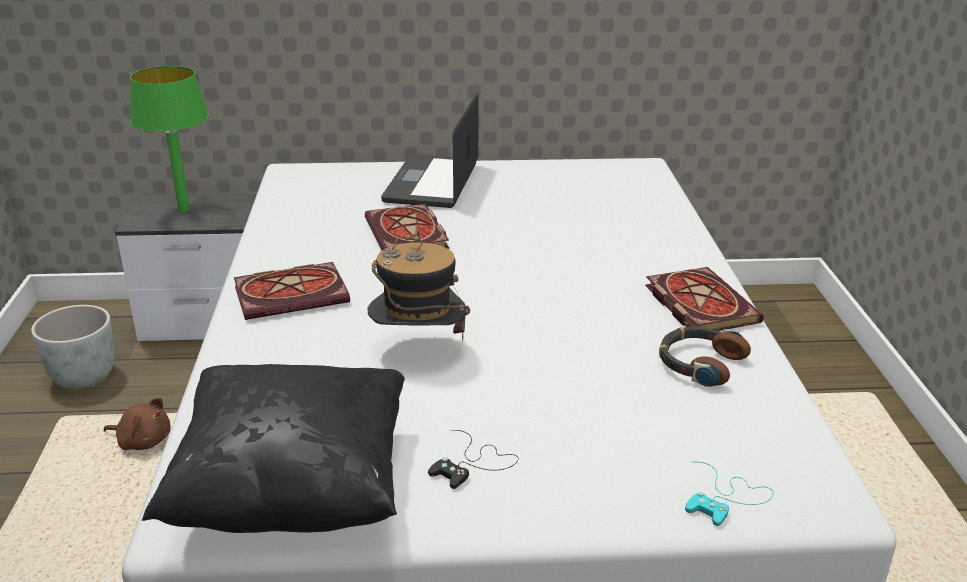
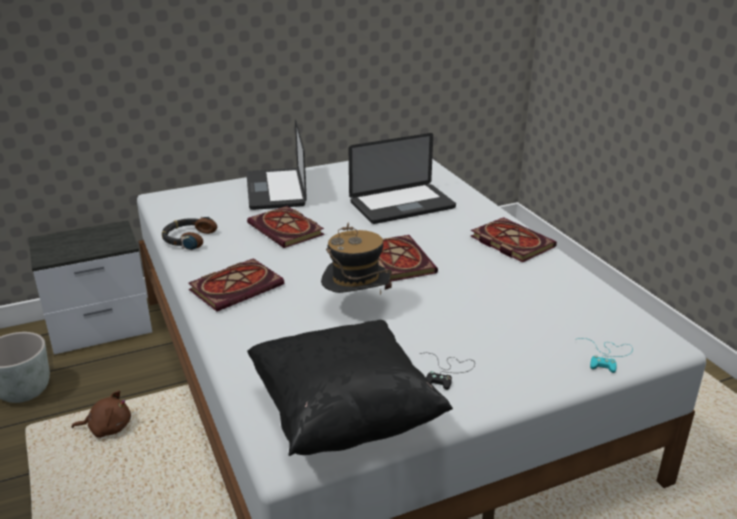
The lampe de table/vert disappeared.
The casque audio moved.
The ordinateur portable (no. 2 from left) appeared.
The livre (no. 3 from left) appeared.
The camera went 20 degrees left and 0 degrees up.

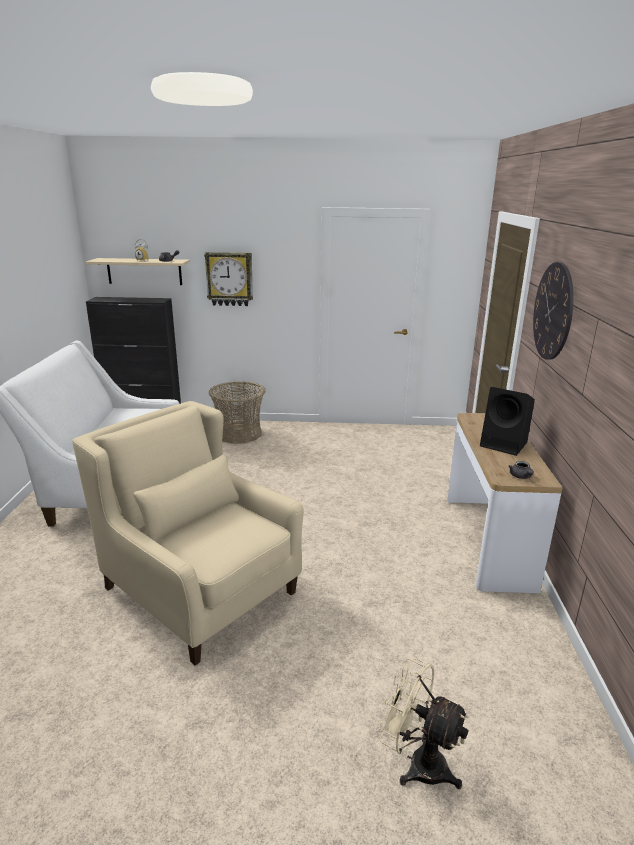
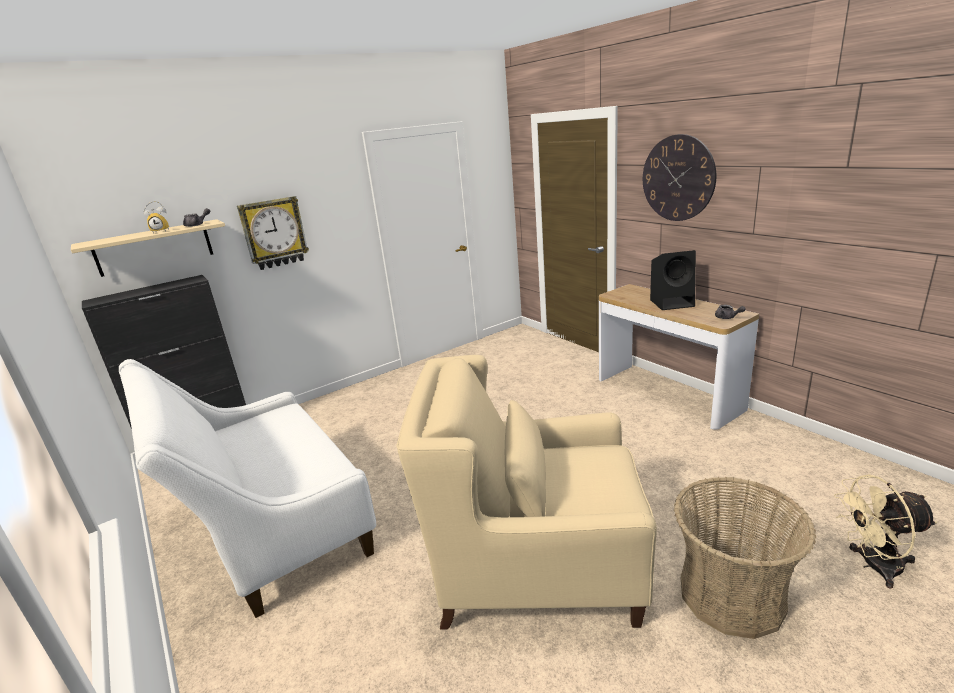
The panier moved.
The camera went 35 degrees left and 0 degrees up.

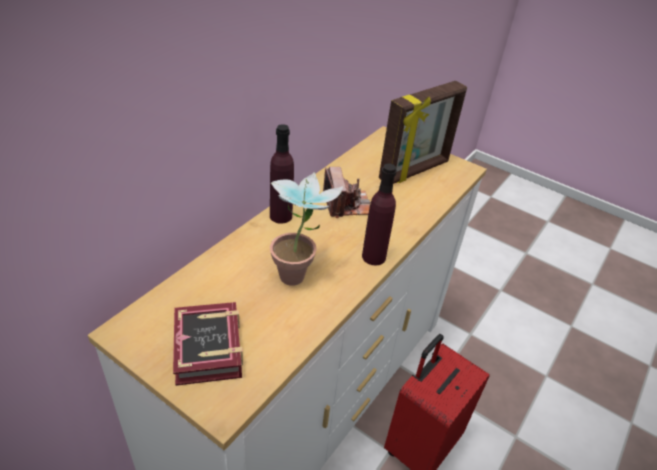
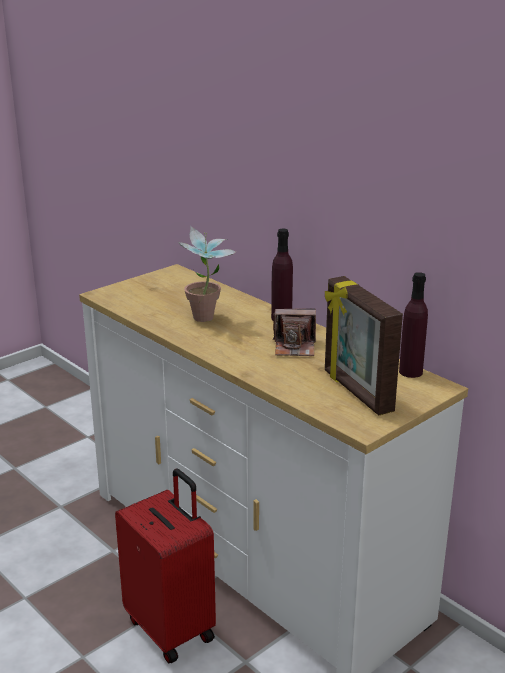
The bouteille/violet (no. 2 from left) moved.
The livre disappeared.
The camera went 105 degrees right and 15 degrees down.

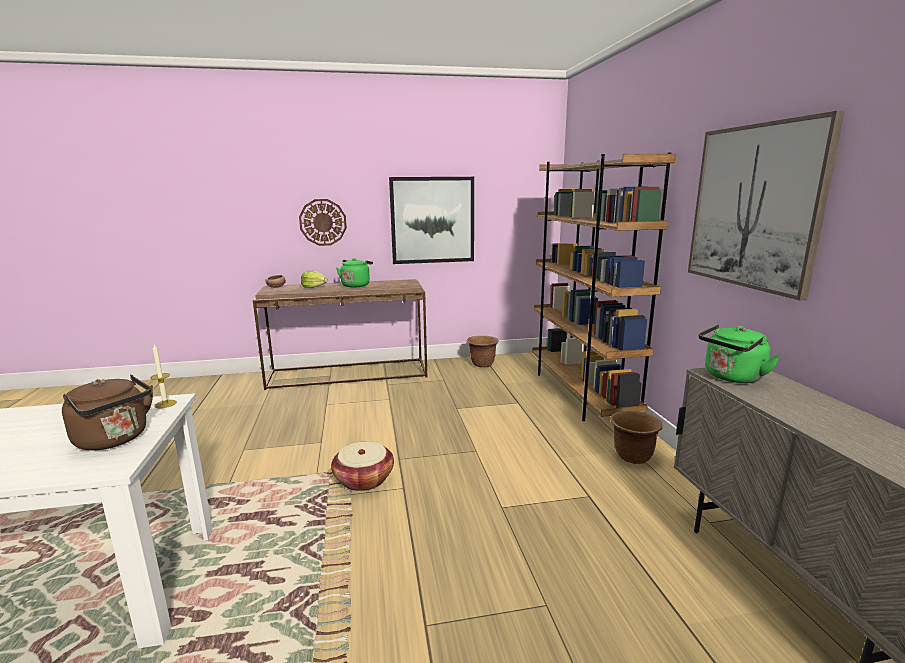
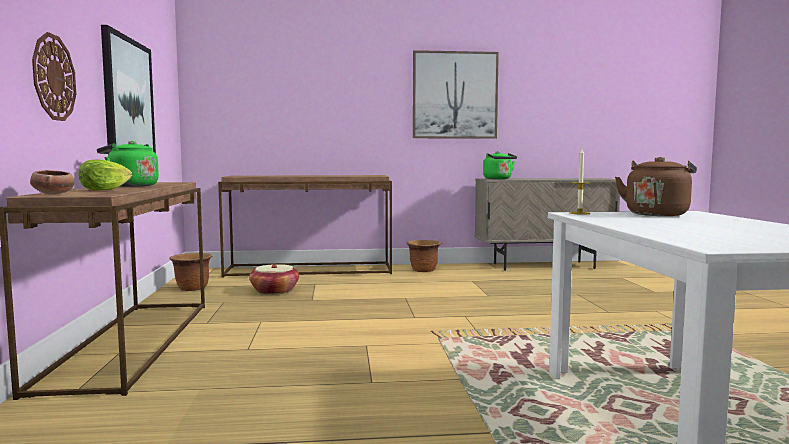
The bibliothèque/marron was replaced by the table console/marron (no. 2 from left).
The panier moved.
The camera went 85 degrees left and 10 degrees down.

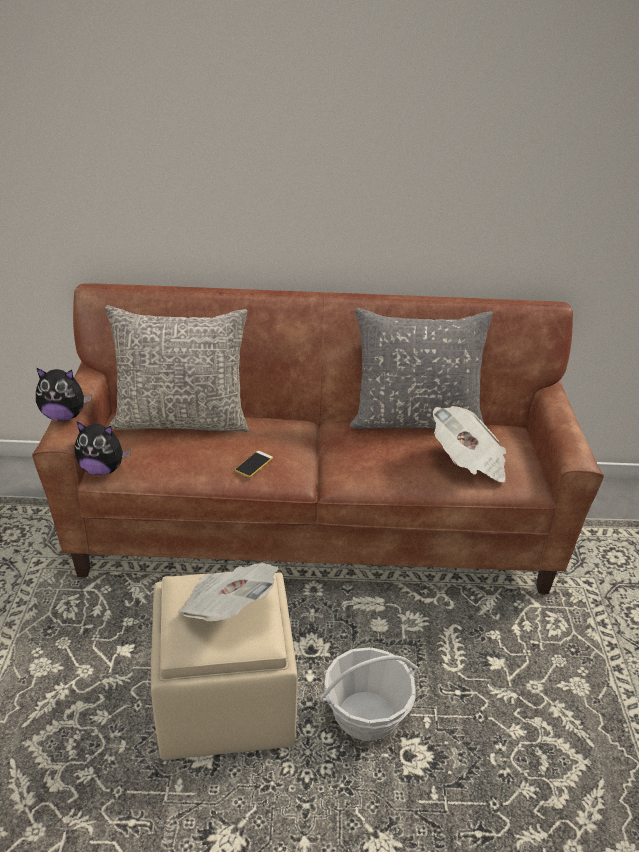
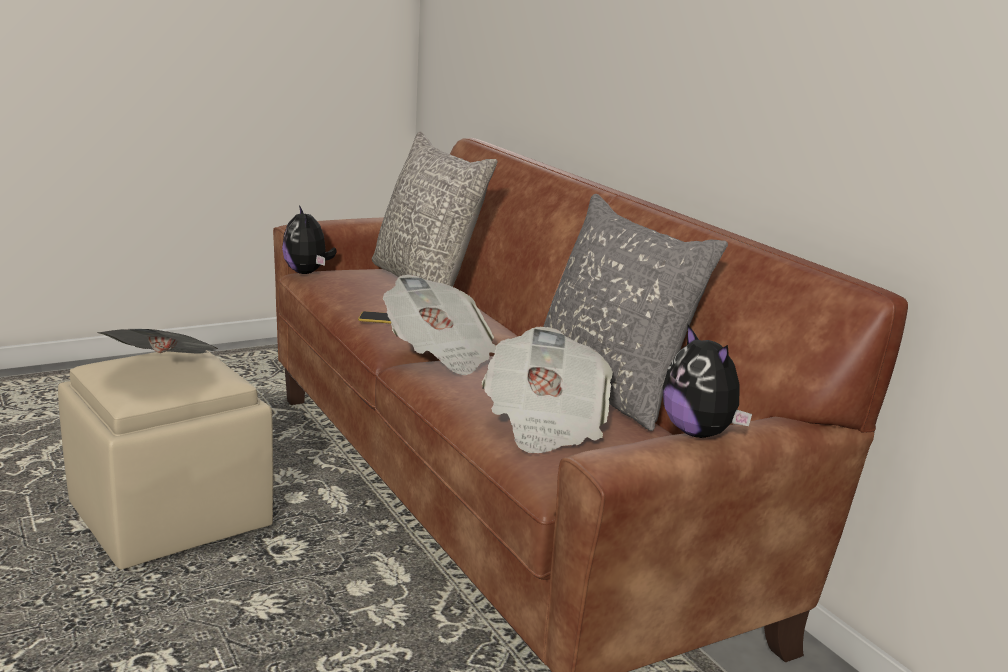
The peluche (no. 1 from left in the first image) moved.
The panier disappeared.
The journal (no. 2 from left) appeared.
The camera went 60 degrees right and 15 degrees down.

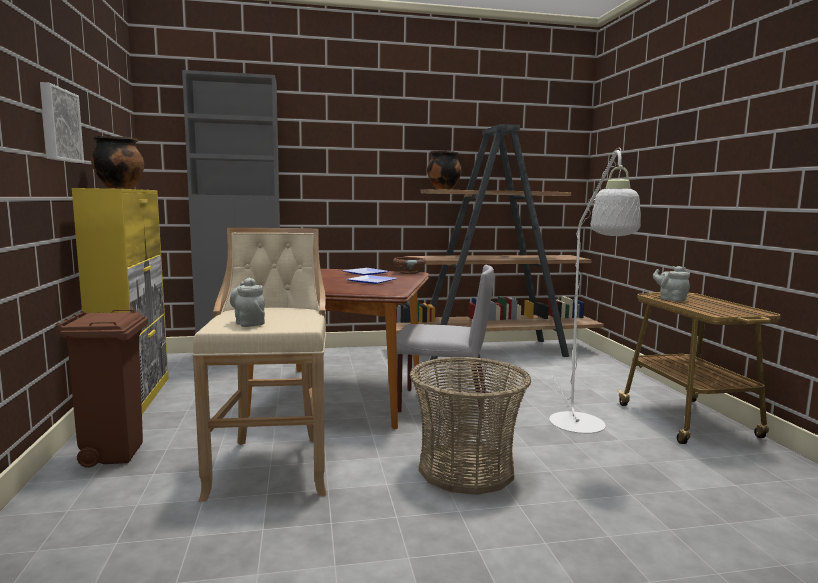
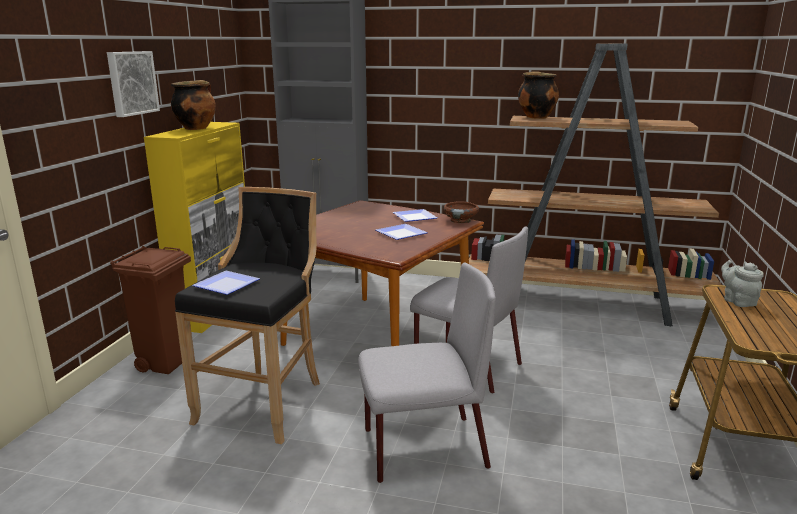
The lampadaire/blanc disappeared.
The tabouret/beige became the tabouret/noir.
The théière/gris (no. 1 from left) was replaced by the assiette (no. 1 from left).
The panier was replaced by the chaise/gris (no. 1 from left).
The camera went 25 degrees right and 10 degrees up.

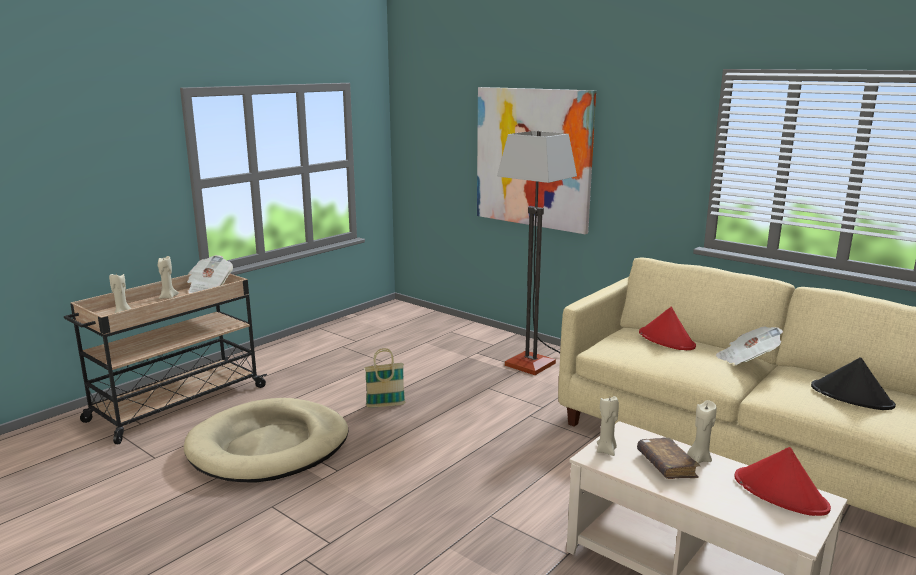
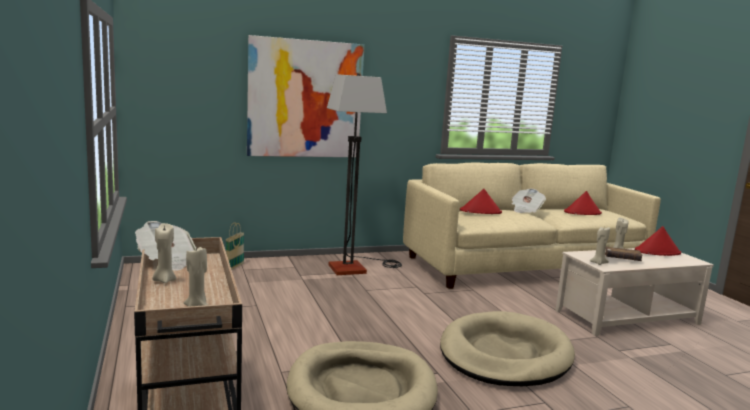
The panier moved.
The chapeau/noir became the chapeau/rouge (no. 2 from left).
The panier pour chien/beige (no. 2 from left) appeared.
The camera went 60 degrees left and 5 degrees down.

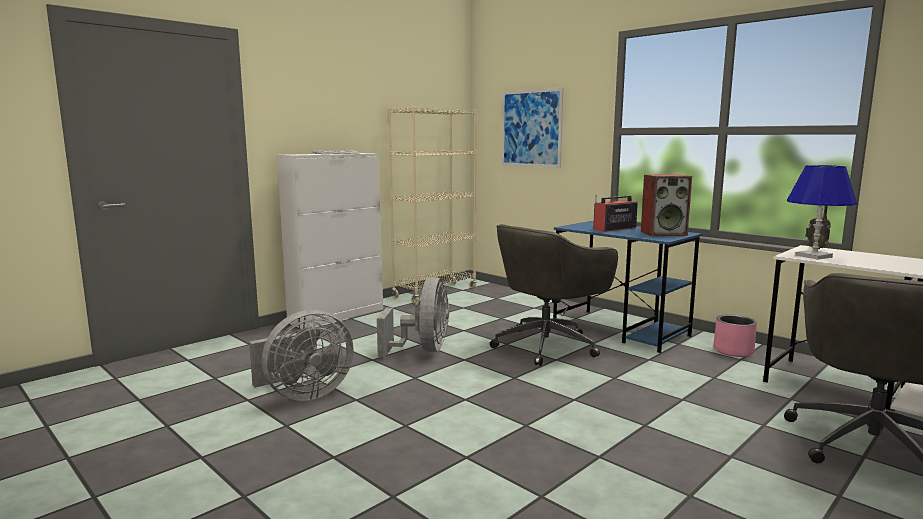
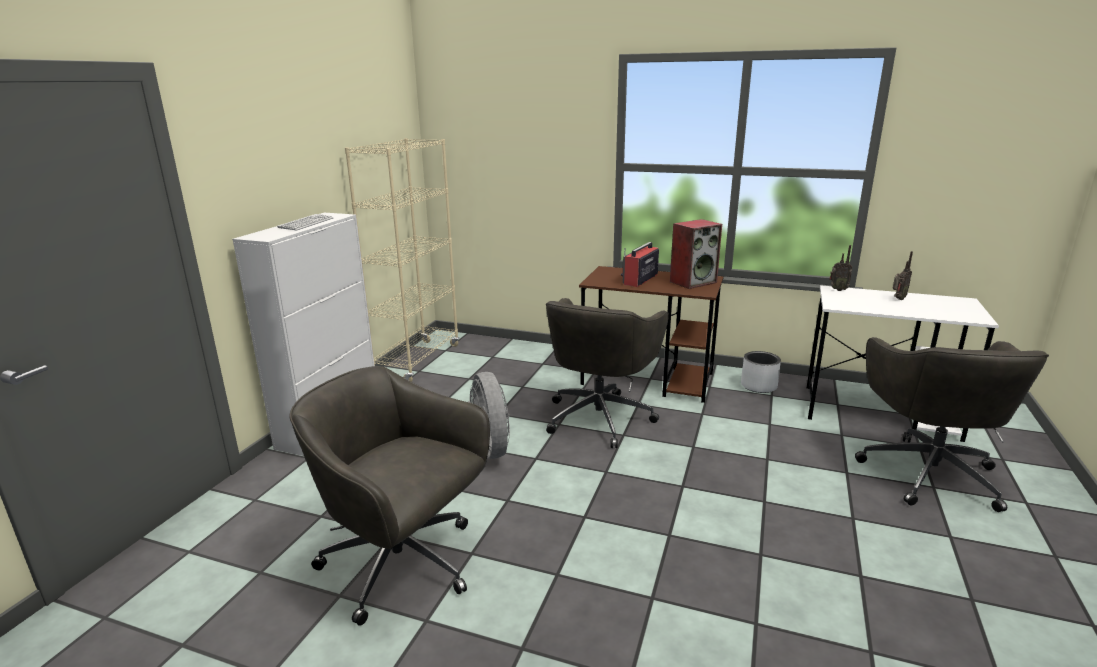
The tableau disappeared.
The lampe de table/bleu disappeared.
The bureau/bleu became the bureau/marron.
The ventilateur/gris (no. 1 from left) was replaced by the chaise de bureau/gris (no. 1 from left).
The cache-pot/rose became the cache-pot/gris.
The radio (no. 3 from left) appeared.
The camera went 25 degrees left and 10 degrees up.

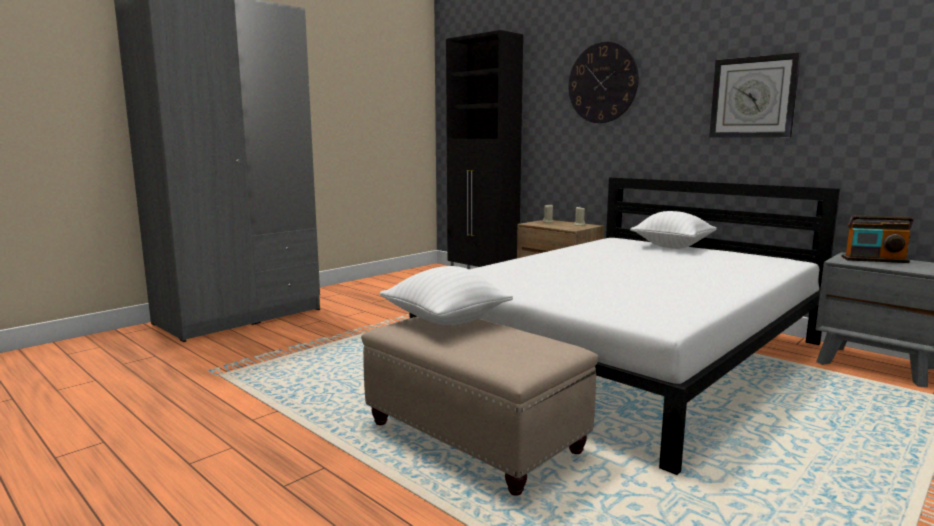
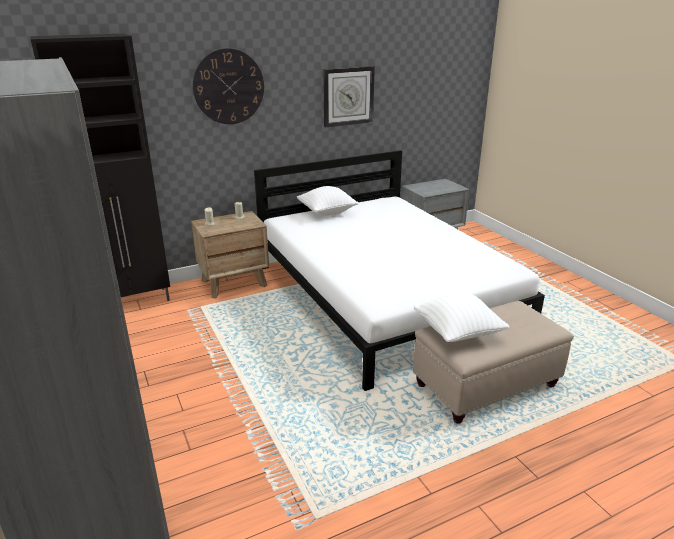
The radio disappeared.
The camera went 70 degrees left and 15 degrees up.

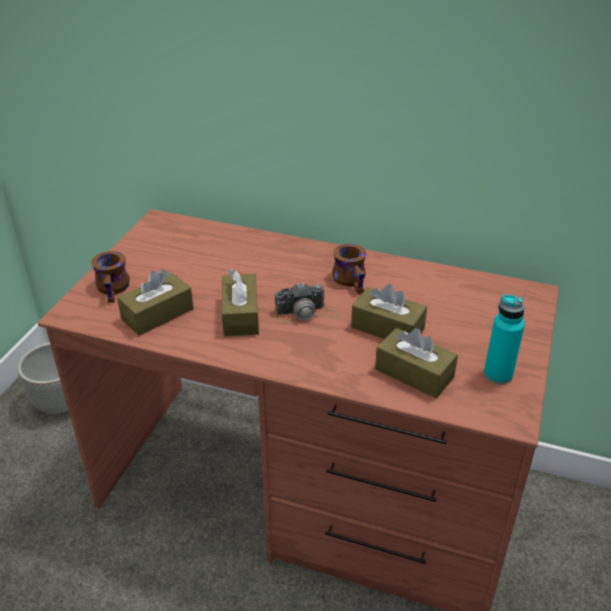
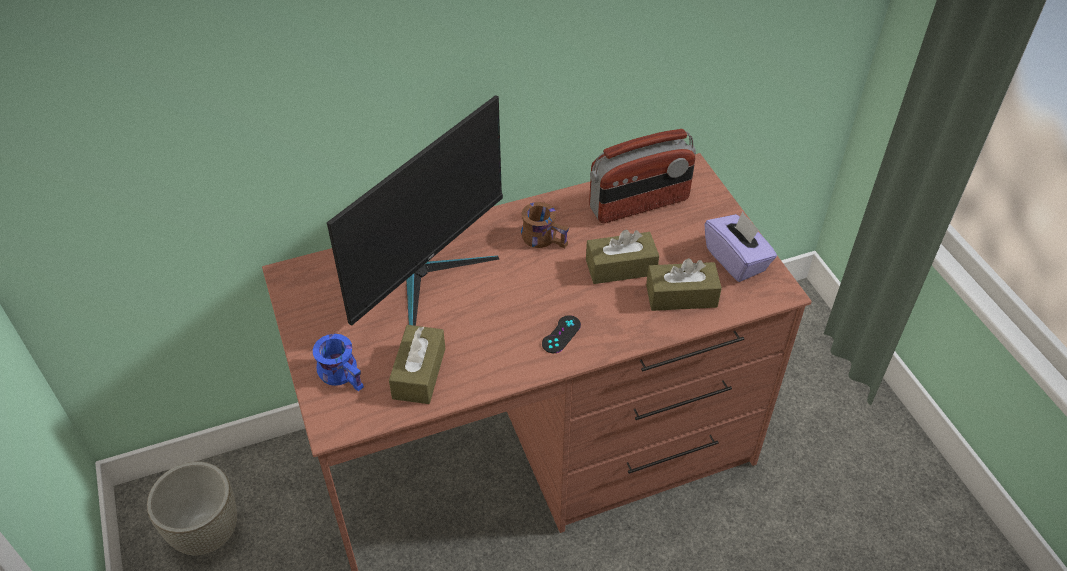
The mug/marron (no. 1 from left) became the mug/bleu.
The boîte à mouchoirs/marron (no. 2 from left) disappeared.
The appareil photo disappeared.
The bouteille/turquoise was replaced by the boîte à mouchoirs/violet.
The écran d'ordinateur appeared.
The radio appeared.
The manette/noir appeared.
The camera went 40 degrees left and 10 degrees up.

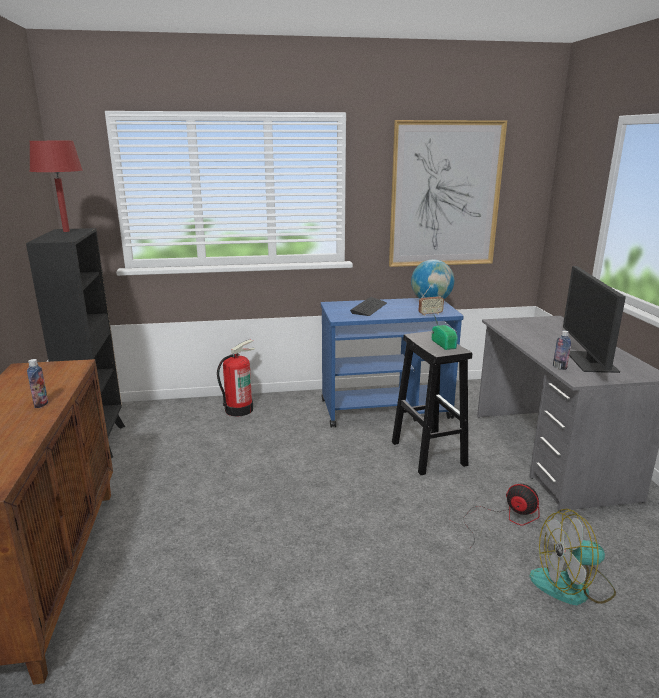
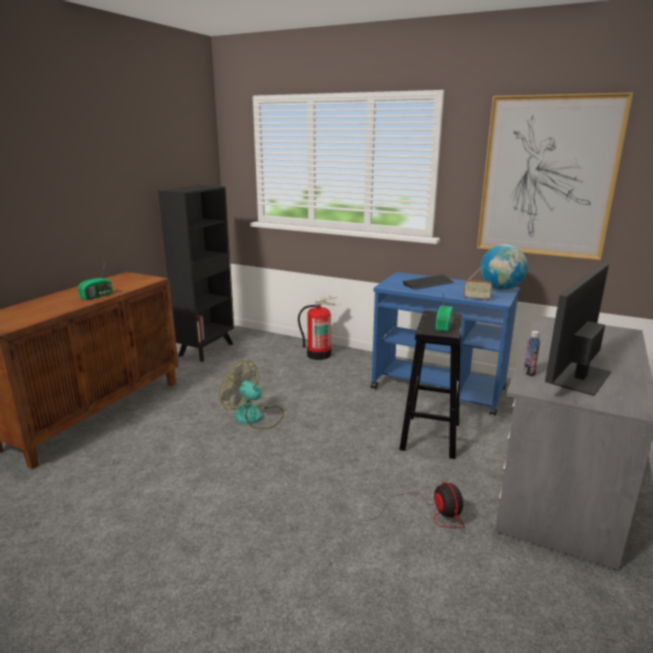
The lampe de table/rouge disappeared.
The bouteille (no. 1 from left) was replaced by the radio (no. 1 from left).
The ventilateur (no. 2 from left in the first image) moved.
The camera went 35 degrees right and 0 degrees up.

